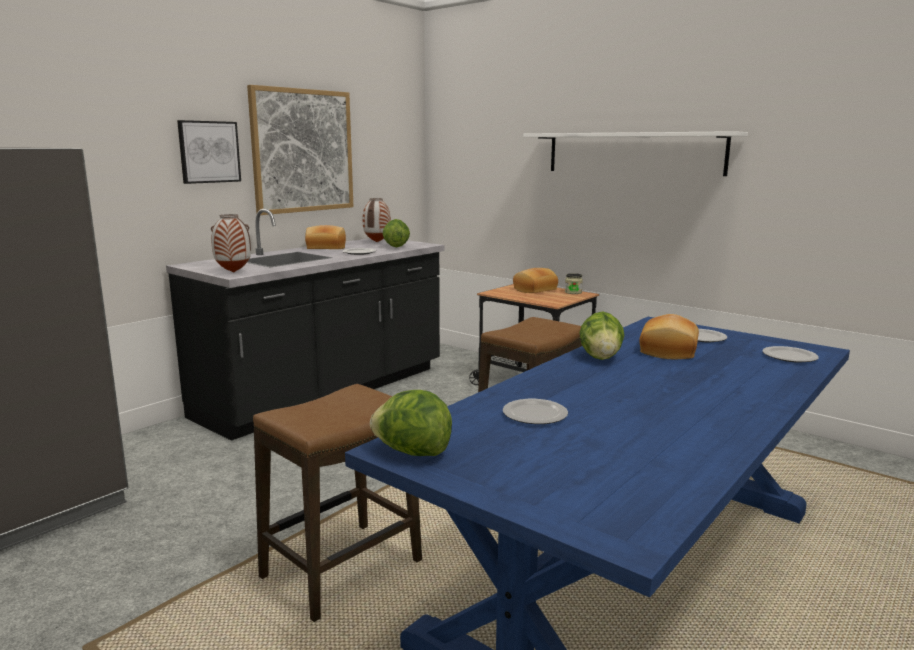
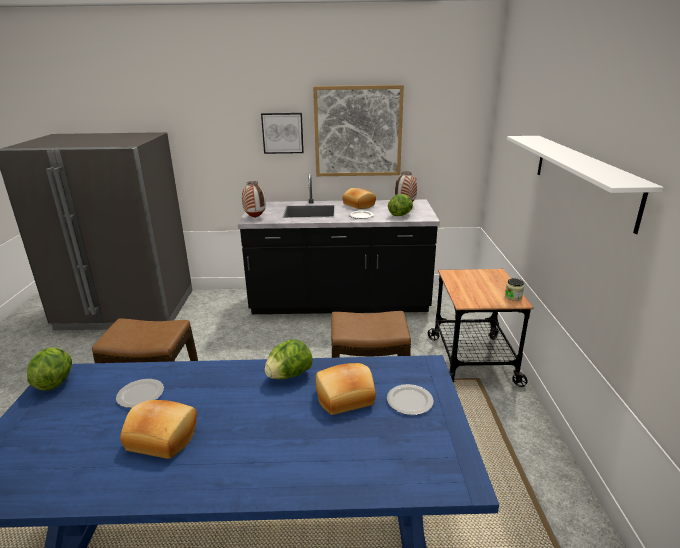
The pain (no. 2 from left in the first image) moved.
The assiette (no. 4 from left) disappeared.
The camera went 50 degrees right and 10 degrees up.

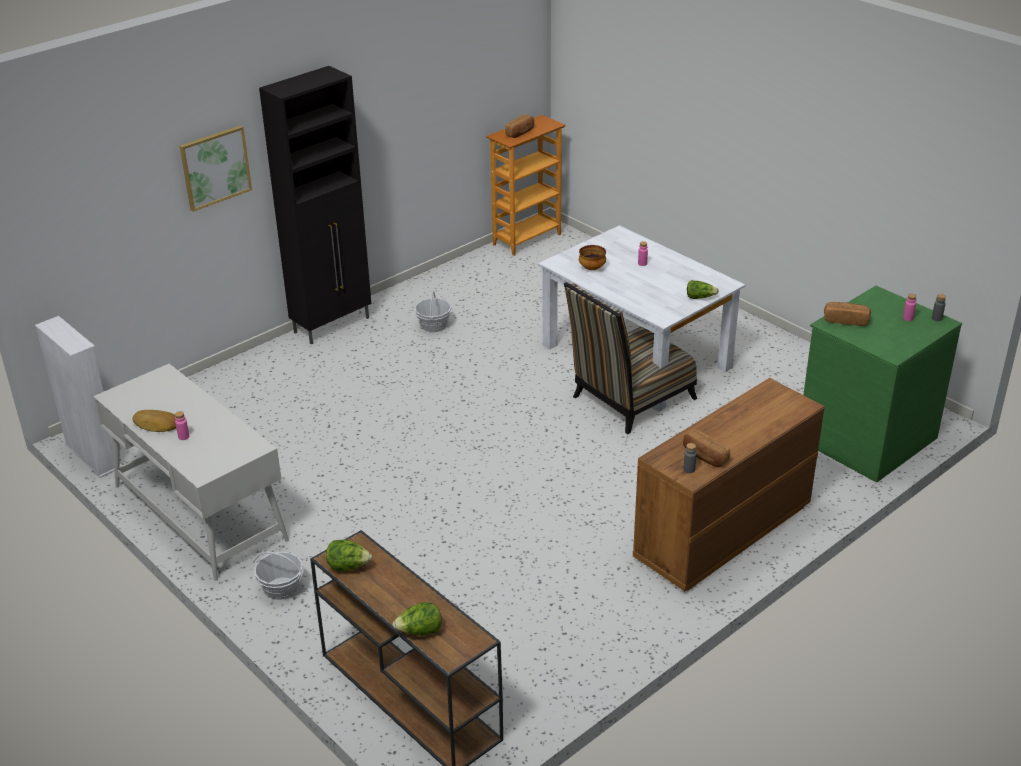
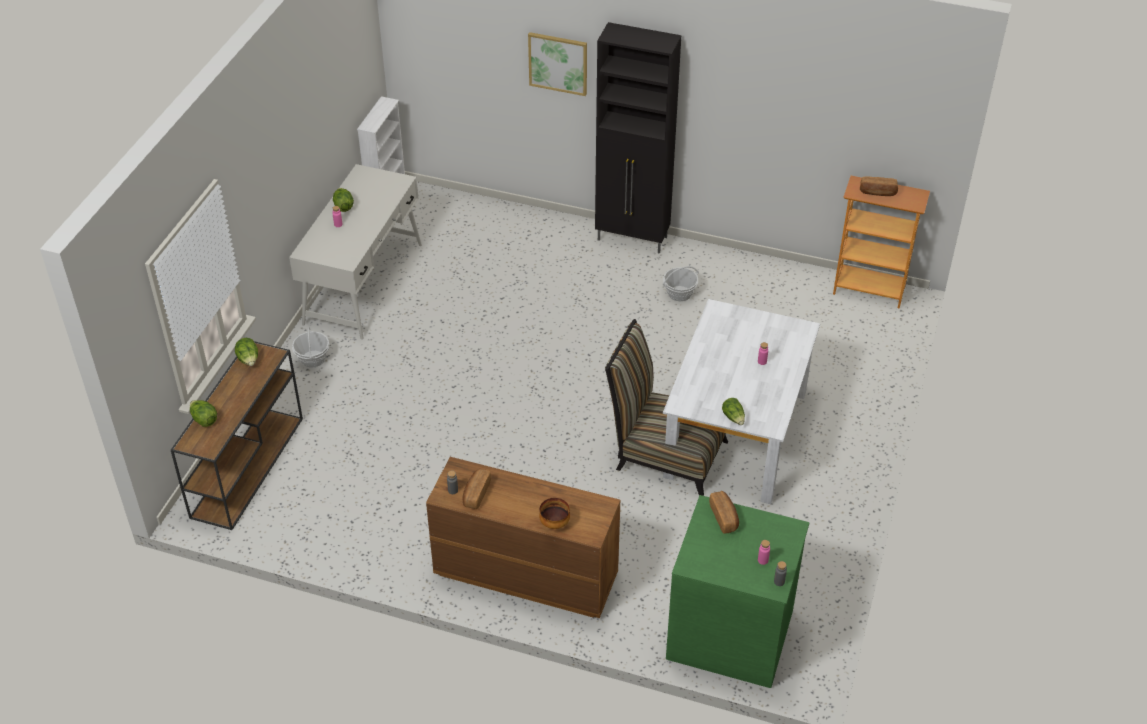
The bol moved.
The pain (no. 1 from left) was replaced by the laitue (no. 3 from left).
The camera went 60 degrees right and 10 degrees up.

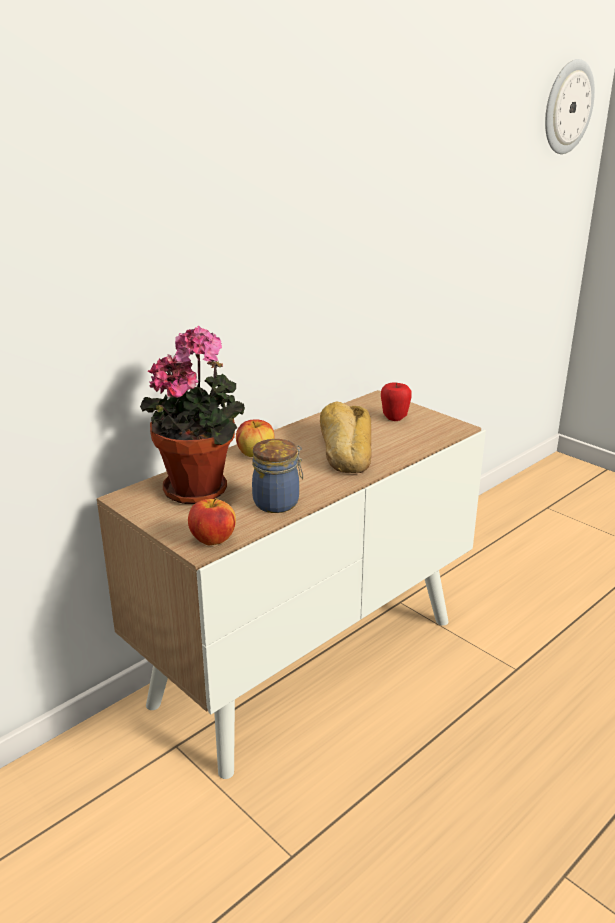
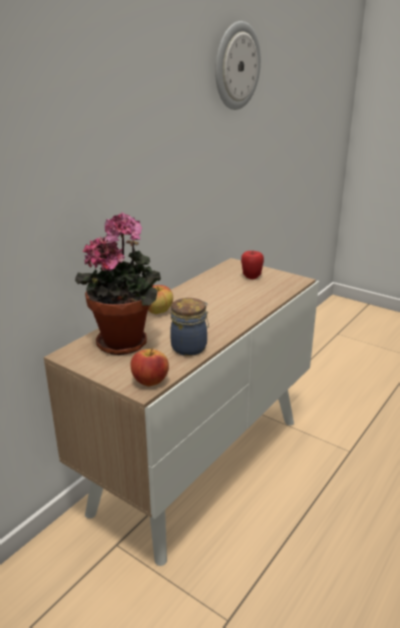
The horloge murale moved.
The pain disappeared.
The camera went 10 degrees left and 0 degrees up.

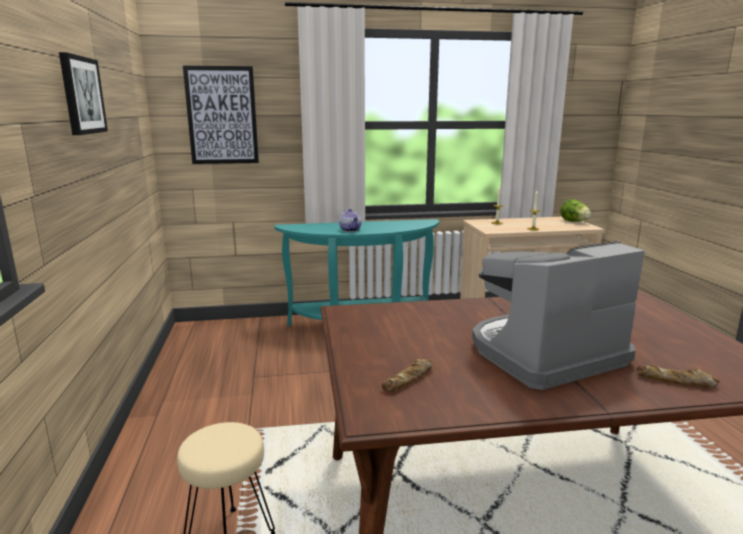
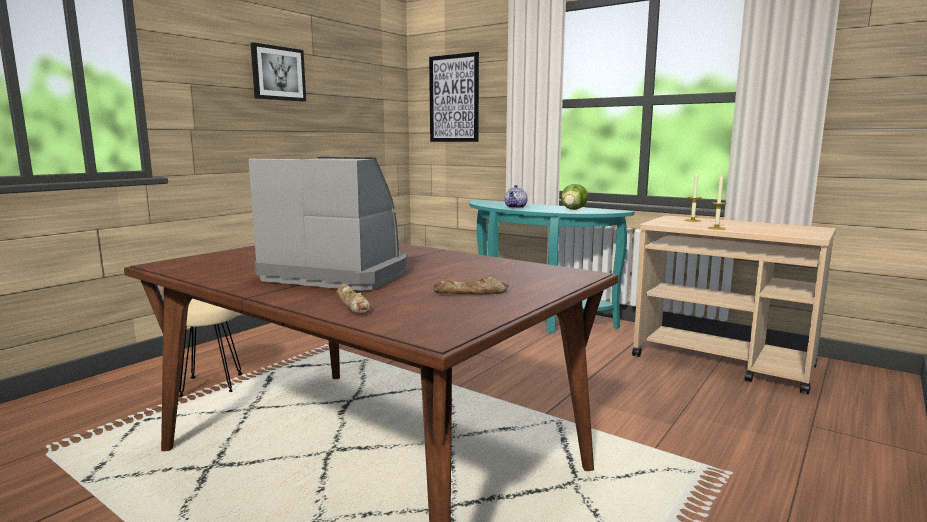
The laitue moved.
The pain (no. 1 from left in the first image) moved.
The camera went 45 degrees right and 5 degrees down.

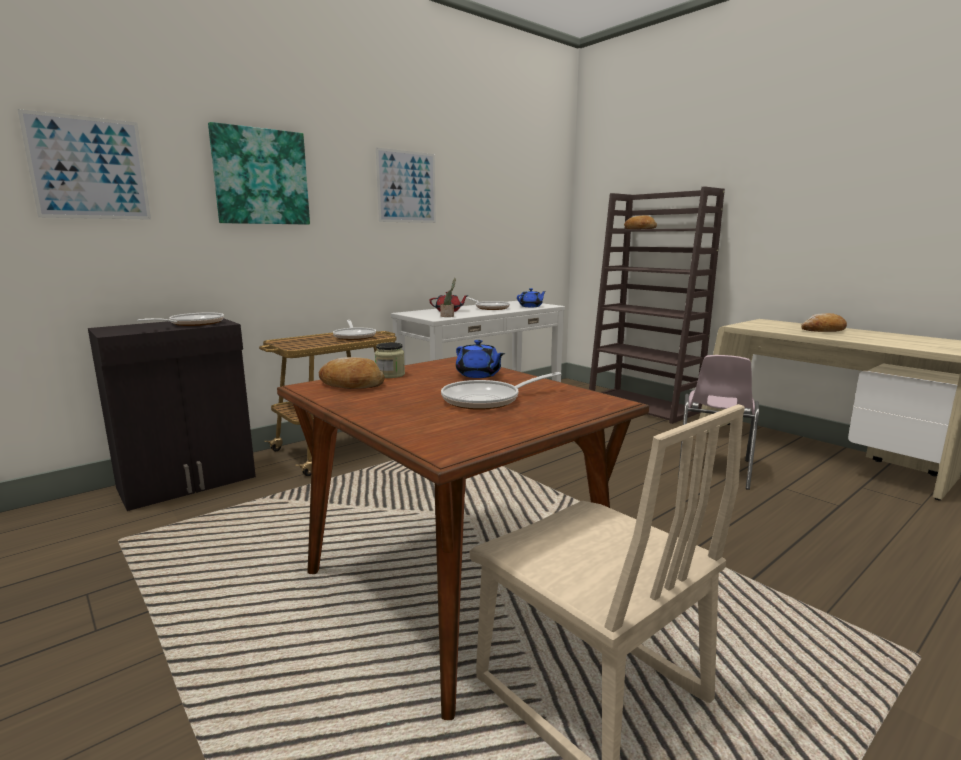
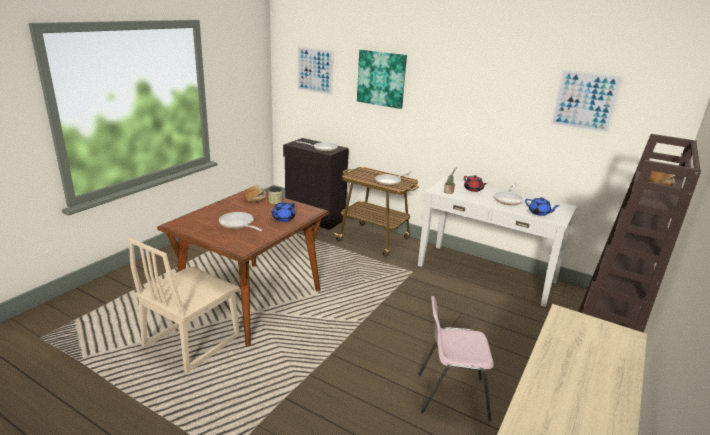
The tableau (no. 3 from left) moved.
The pain (no. 3 from left) disappeared.
The camera went 70 degrees right and 10 degrees up.

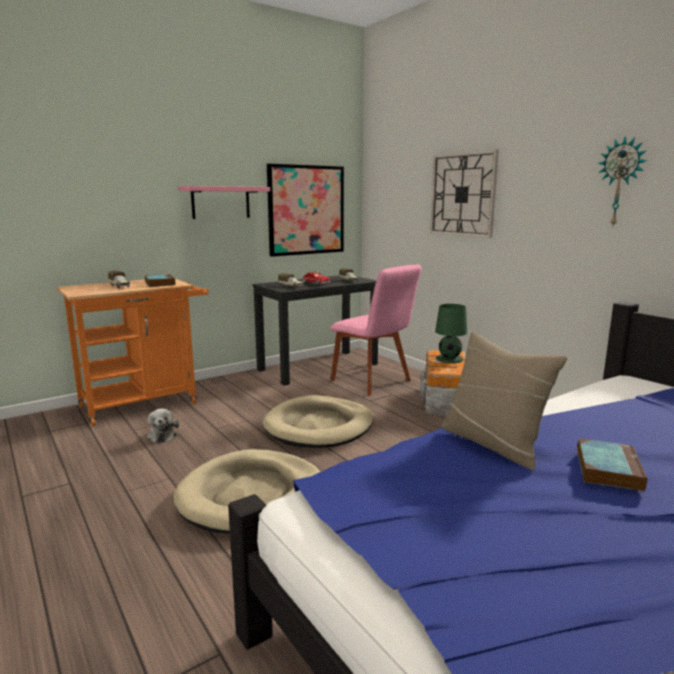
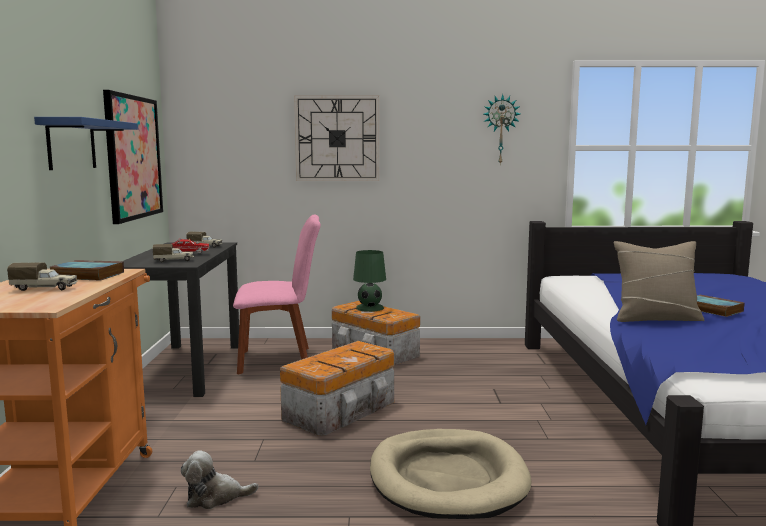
The étagère/rose became the étagère/bleu.
The panier pour chien/beige (no. 2 from left) was replaced by the boîte de rangement (no. 1 from left).
The peluche turned 150 degrees clockwise.
The camera went 55 degrees left and 5 degrees down.

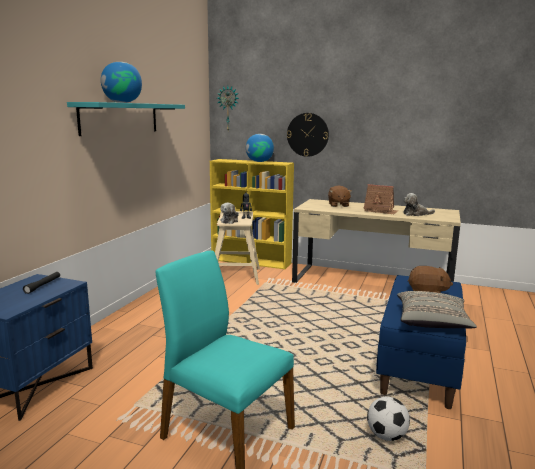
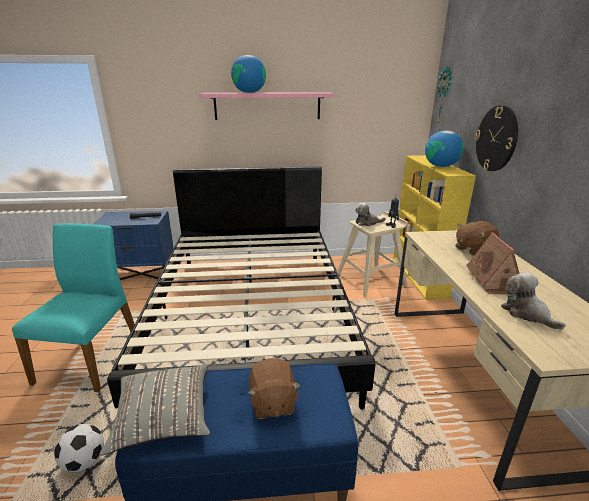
The étagère/turquoise became the étagère/rose.
The lit/noir appeared.
The camera went 65 degrees right and 10 degrees up.

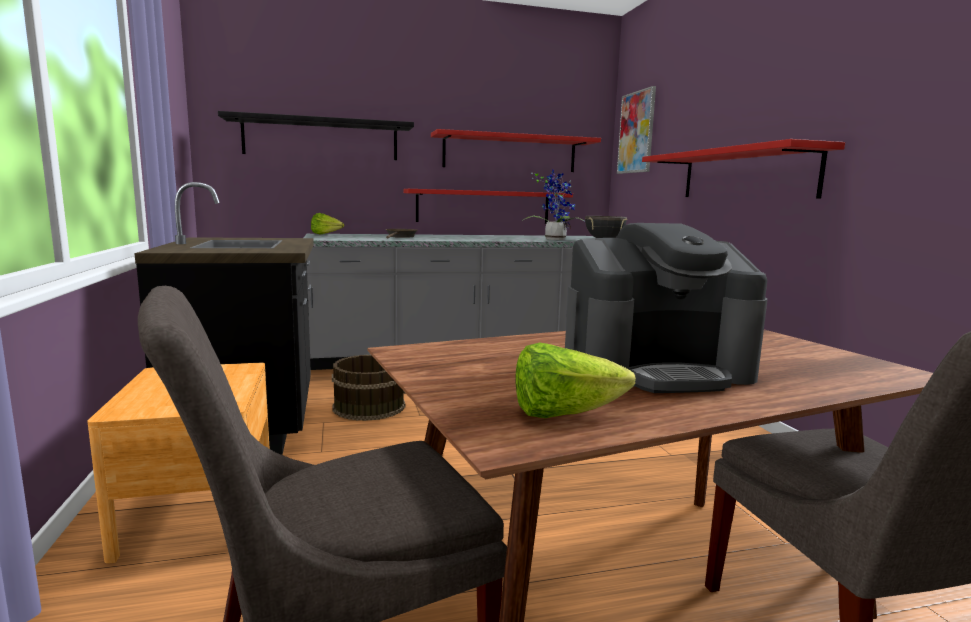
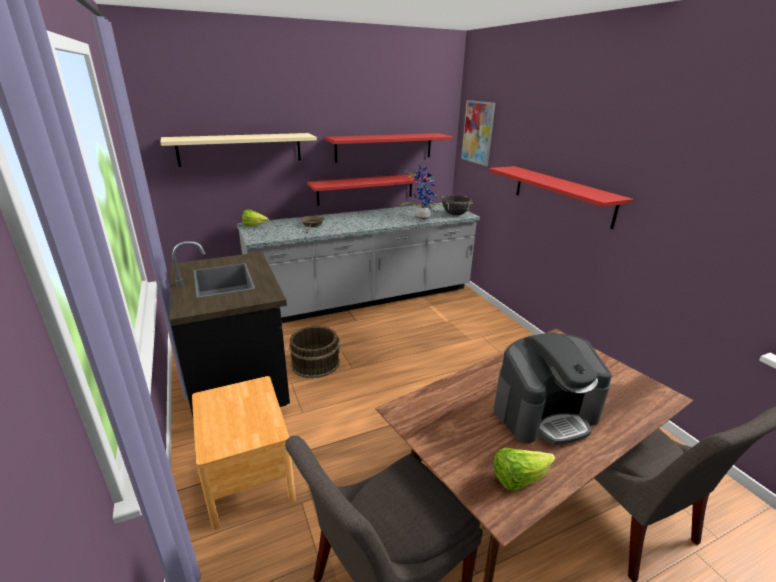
The étagère/noir became the étagère/beige.
The camera went 10 degrees left and 15 degrees up.

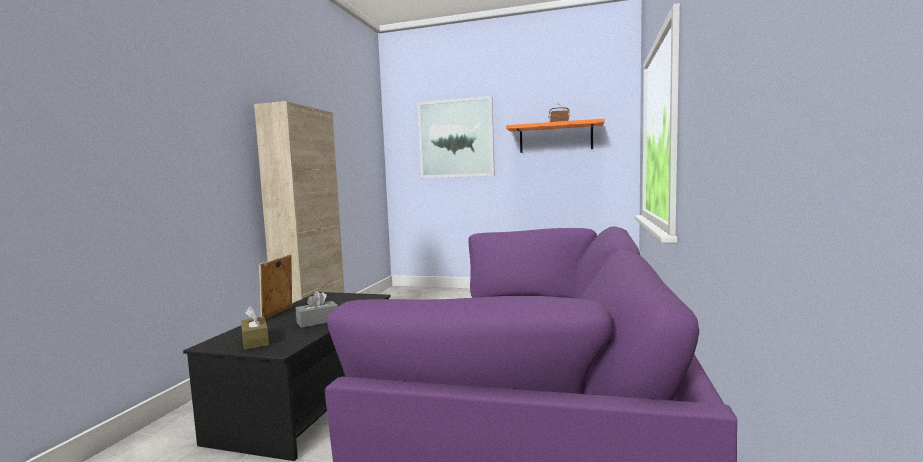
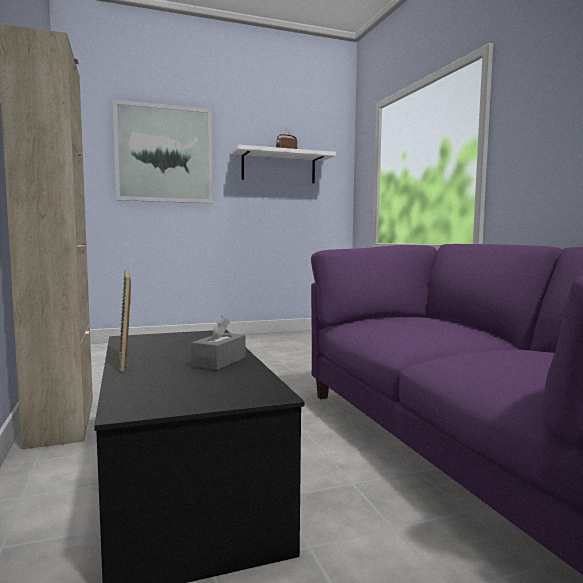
The étagère/orange became the étagère/blanc.
The boîte à mouchoirs/marron disappeared.
The camera went 35 degrees left and 0 degrees up.

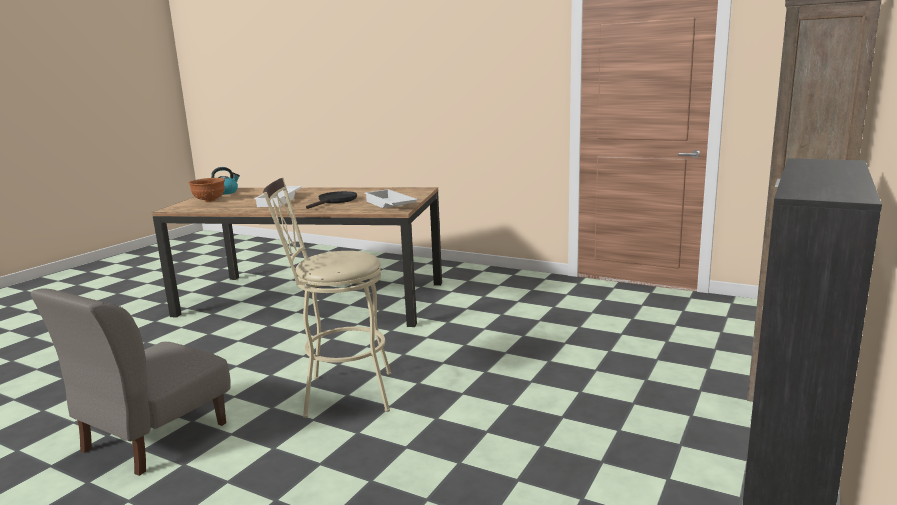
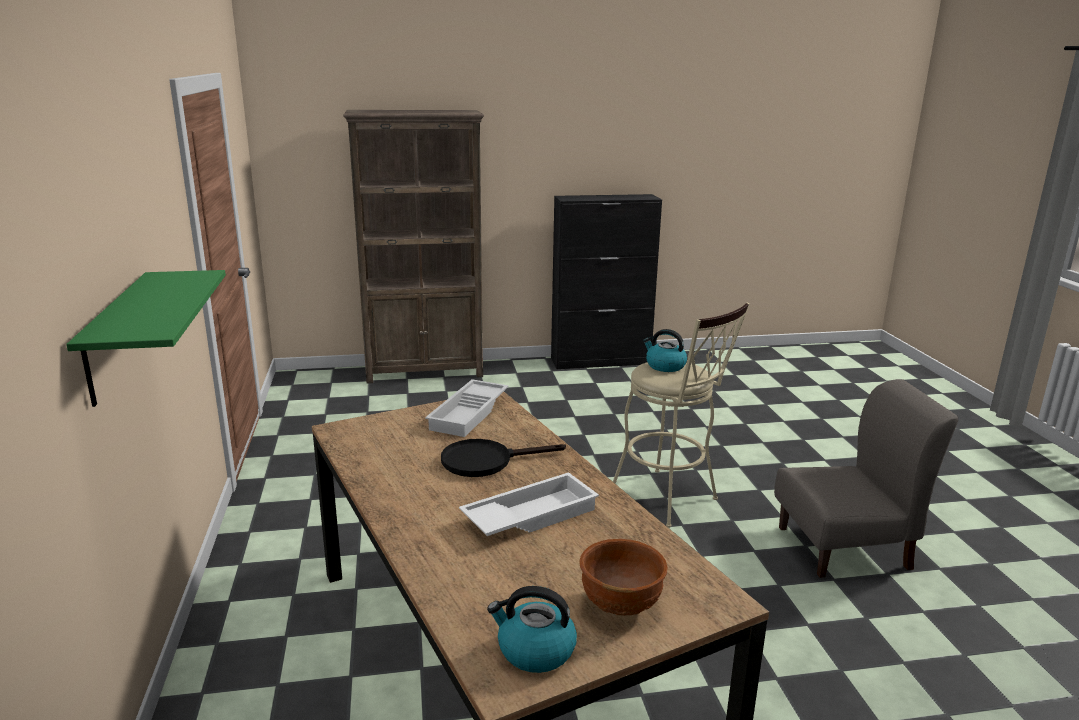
The étagère/vert appeared.
The bouilloire (no. 2 from left) appeared.
The camera went 130 degrees left and 5 degrees up.

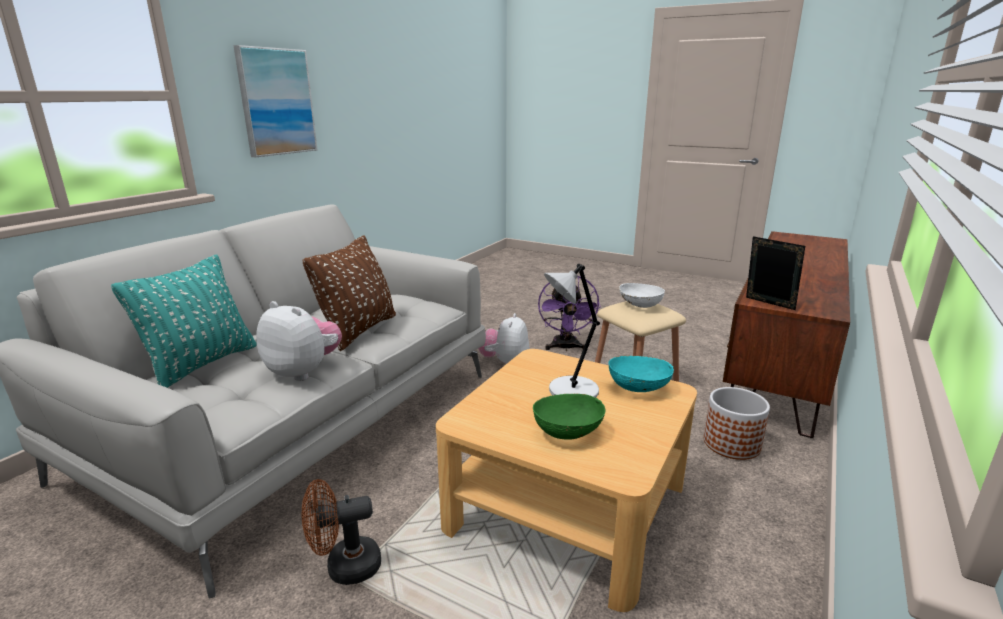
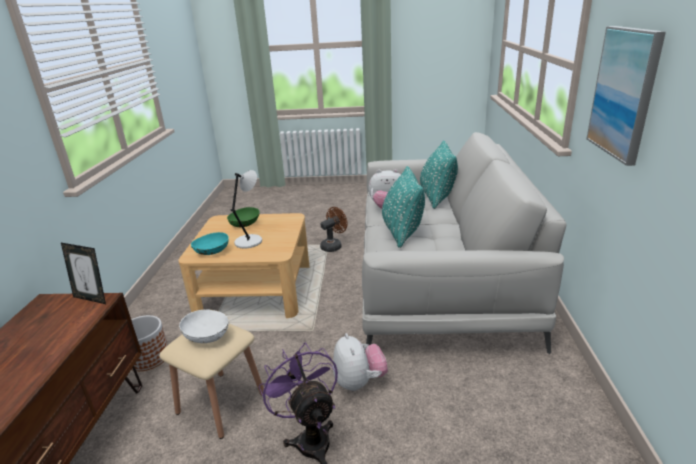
The coussin/marron became the coussin/turquoise (no. 1 from left).
The camera went 155 degrees right and 5 degrees up.

